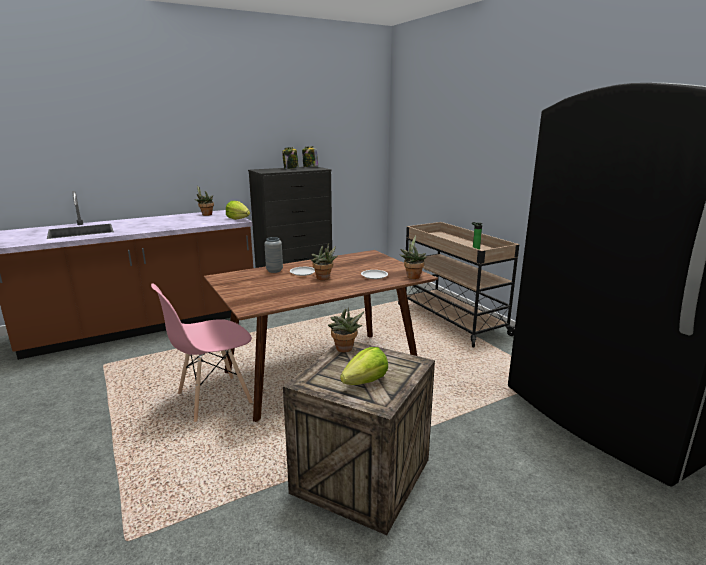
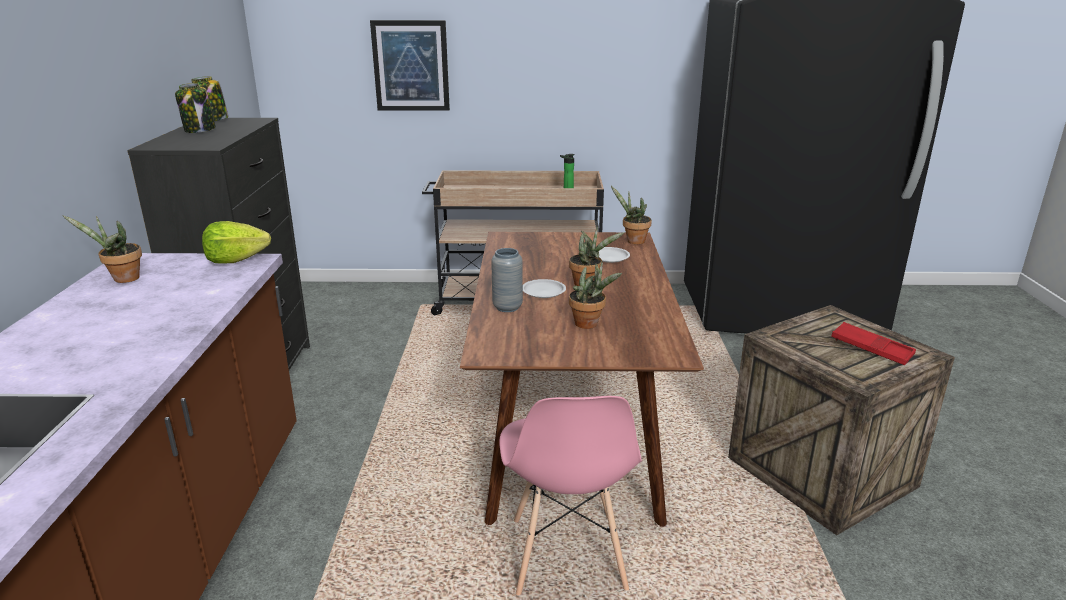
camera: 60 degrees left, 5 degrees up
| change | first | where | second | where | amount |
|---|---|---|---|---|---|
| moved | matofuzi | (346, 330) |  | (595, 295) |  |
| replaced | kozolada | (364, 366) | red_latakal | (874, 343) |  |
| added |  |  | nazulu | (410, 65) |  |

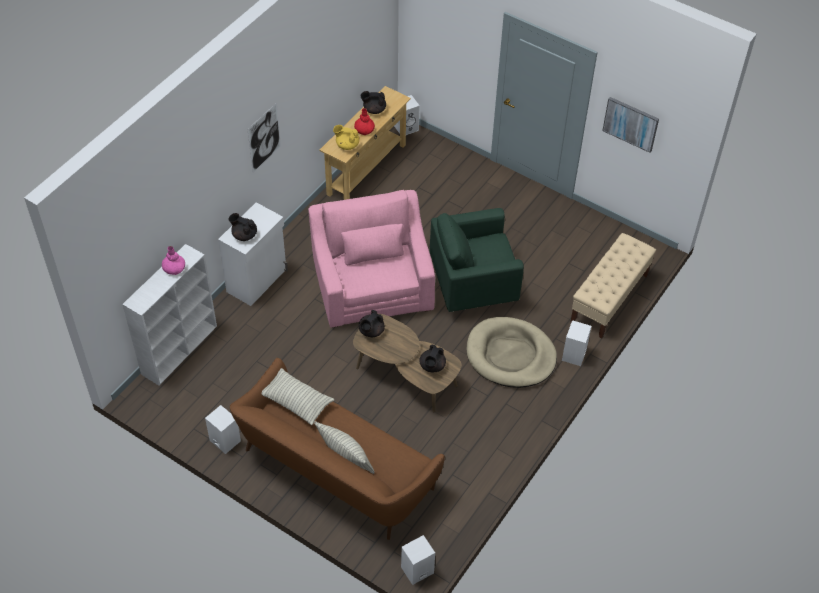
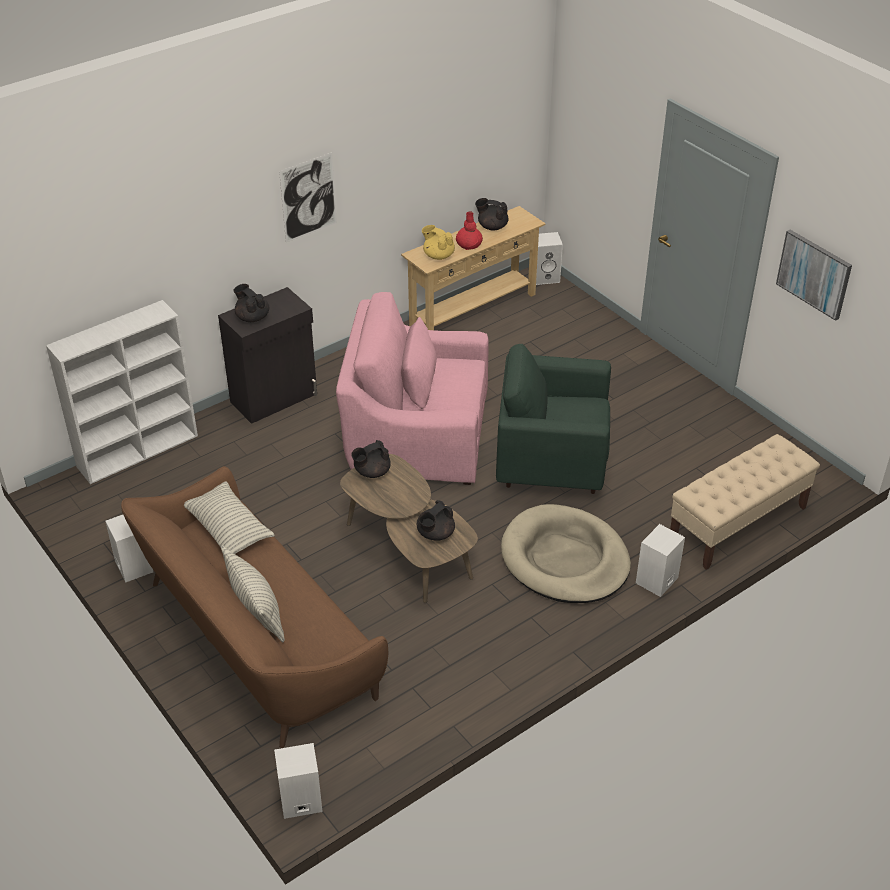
camera: 20 degrees right, 10 degrees down
| change | first | where | second | where | amount |
|---|---|---|---|---|---|
| removed | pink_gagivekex | (173, 260) |  |  |  |
| recoloured | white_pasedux | (253, 254) | black_pasedux | (267, 355) |  |
| turned | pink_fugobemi | (371, 258) |  | (412, 388) | 90 degrees counterclockwise |

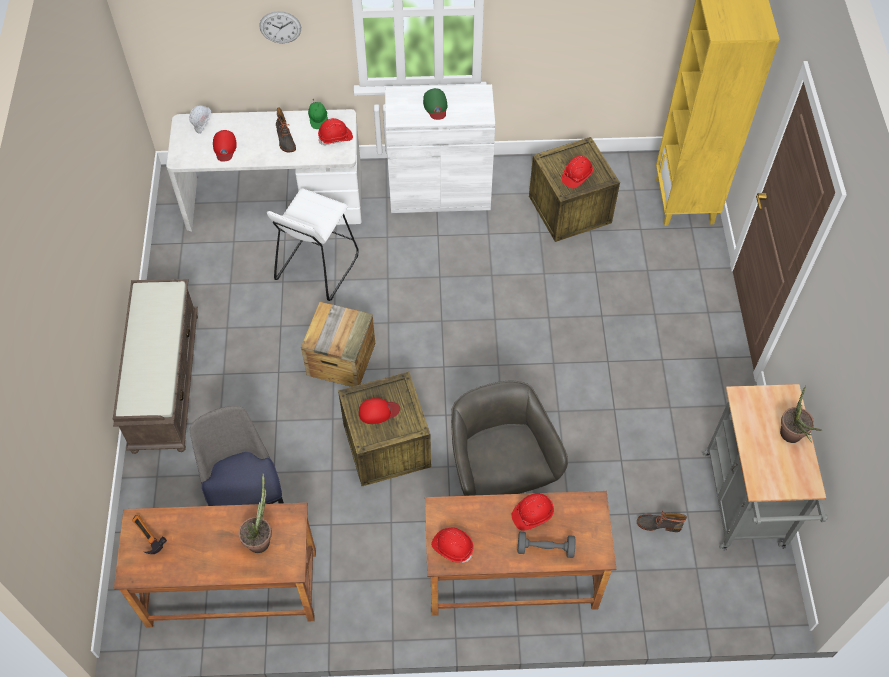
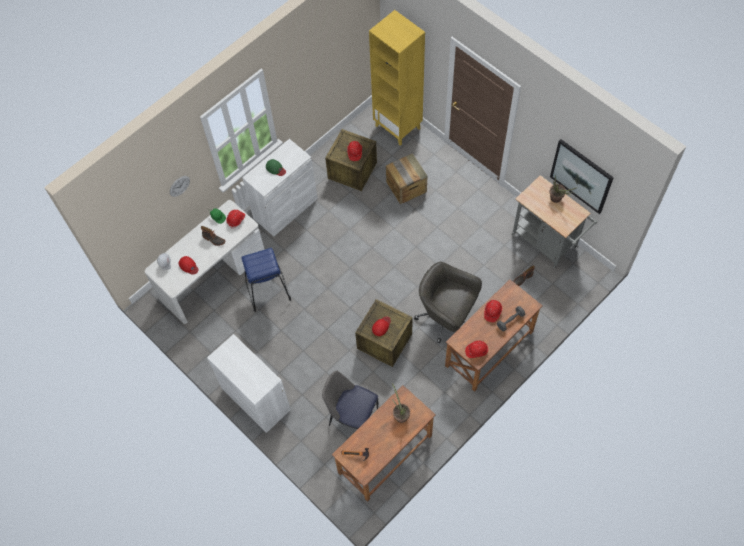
camera: 40 degrees left, 5 degrees up
| change | first | where | second | where | amount |
|---|---|---|---|---|---|
| replaced | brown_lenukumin | (155, 366) | white_pasedux | (249, 383) |  |
| recoloured | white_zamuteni | (313, 244) | blue_zamuteni | (266, 280) |  |
| moved | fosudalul | (338, 344) |  | (406, 178) |  |
| added |  |  | nazulu | (582, 176) |  |

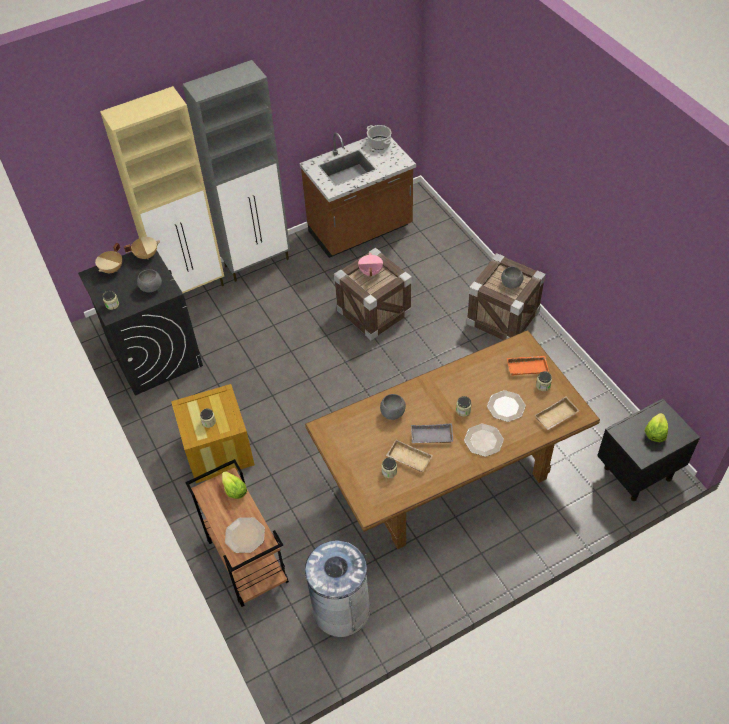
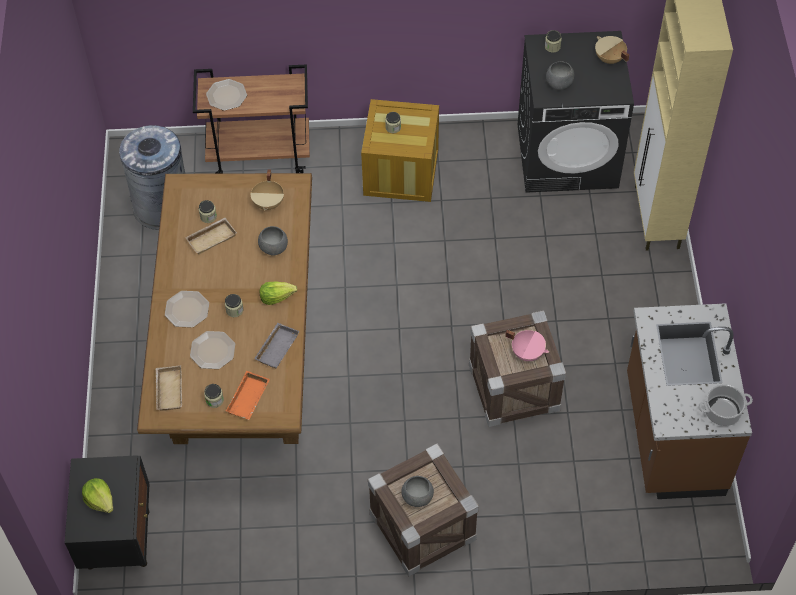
camera: 115 degrees right, 5 degrees up
| change | first | where | second | where | amount |
|---|---|---|---|---|---|
| moved | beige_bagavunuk | (142, 248) |  | (267, 190) |  |
| removed | grey_pasedux | (236, 171) |  |  |  |
| moved | kozolada | (234, 485) |  | (278, 293) |  |
| moved | grey_latakal | (432, 433) |  | (277, 345) |  |

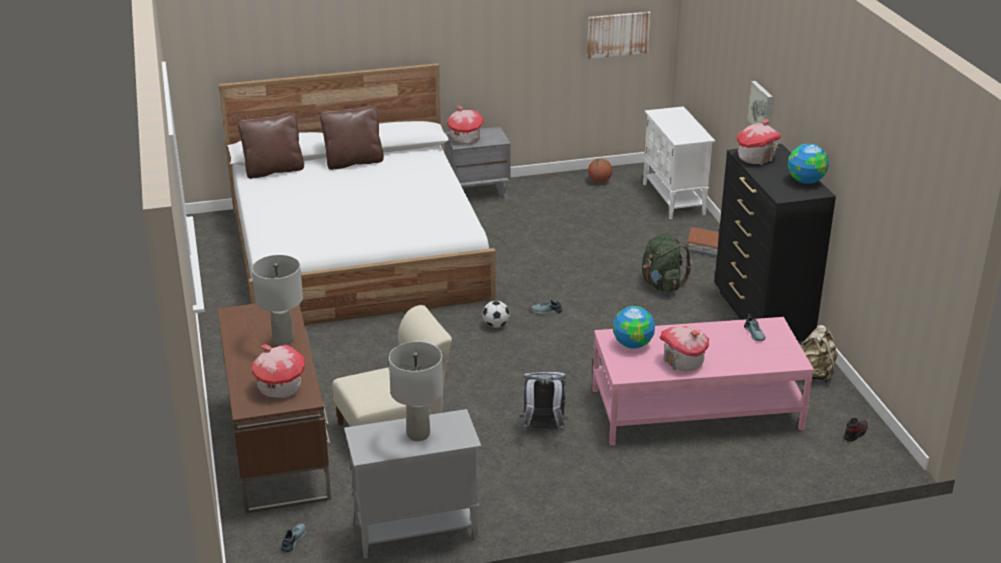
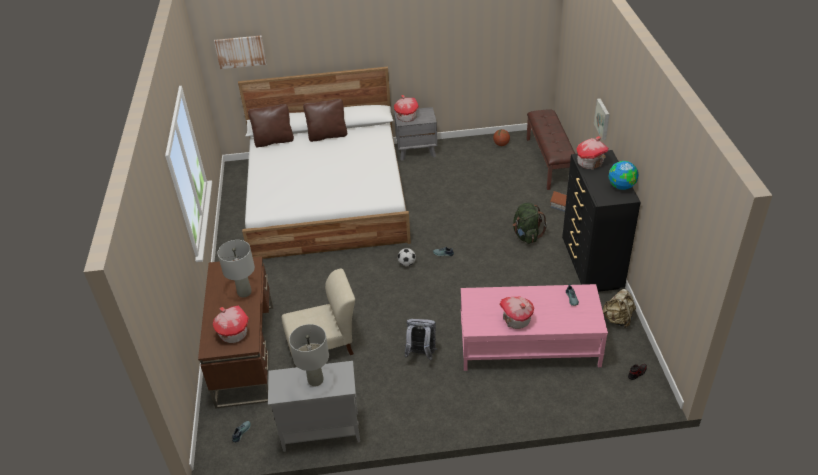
camera: 10 degrees right, 10 degrees up
| change | first | where | second | where | amount |
|---|---|---|---|---|---|
| moved | nazulu | (619, 35) |  | (240, 52) |  |
| removed | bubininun | (634, 327) |  |  |  |
| replaced | white_pasedux | (679, 162) | brown_lenukumin | (551, 149) |  |

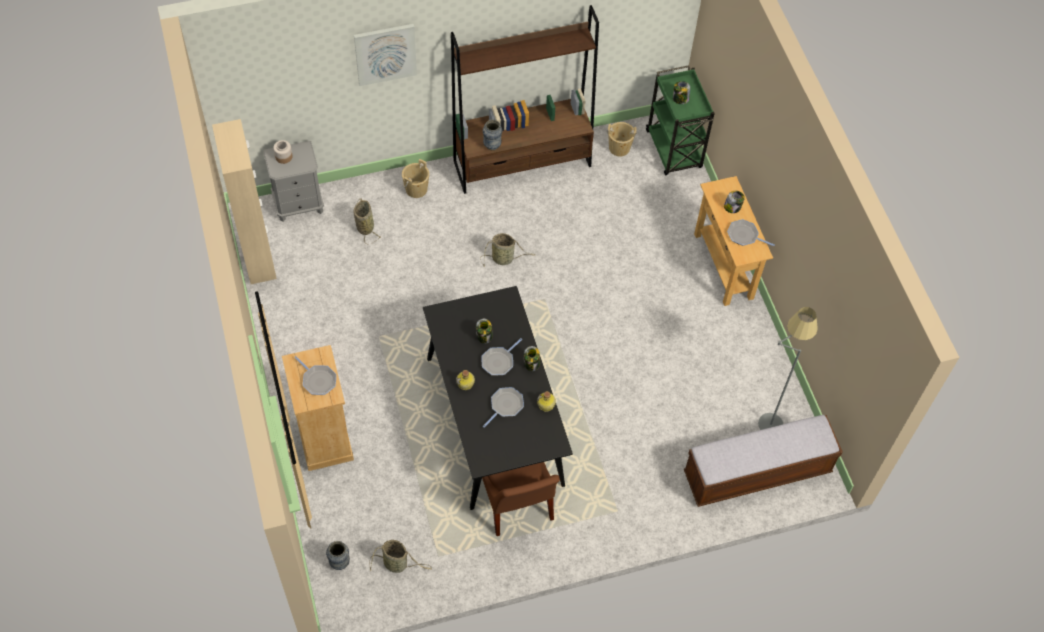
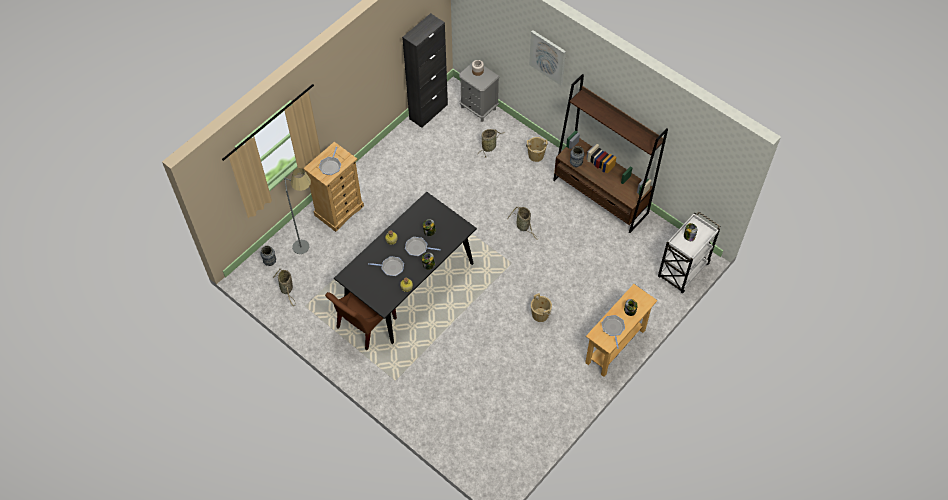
camera: 60 degrees right, 0 degrees up
| change | first | where | second | where | amount |
|---|---|---|---|---|---|
| recoloured | beige_pasedux | (244, 201) | black_pasedux | (425, 70) |  |
| moved | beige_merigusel | (622, 139) |  | (541, 307) |  |
| recoloured | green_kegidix | (680, 120) | white_kegidix | (689, 253) |  |
| removed | lenukumin | (763, 461) |  |  |  |
| moved | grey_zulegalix | (788, 368) |  | (297, 211) |  |

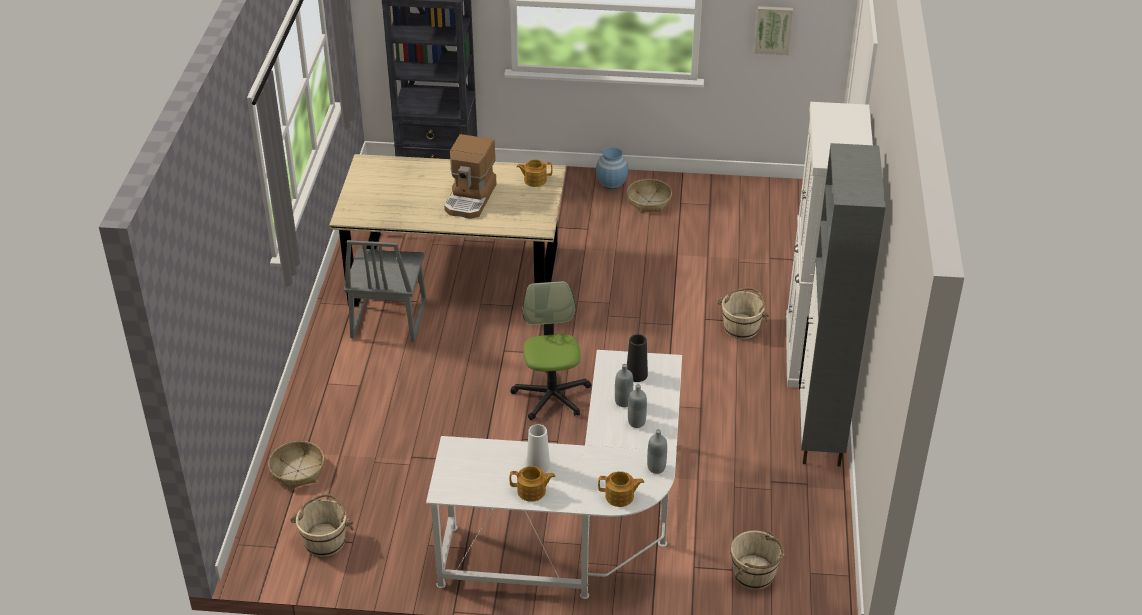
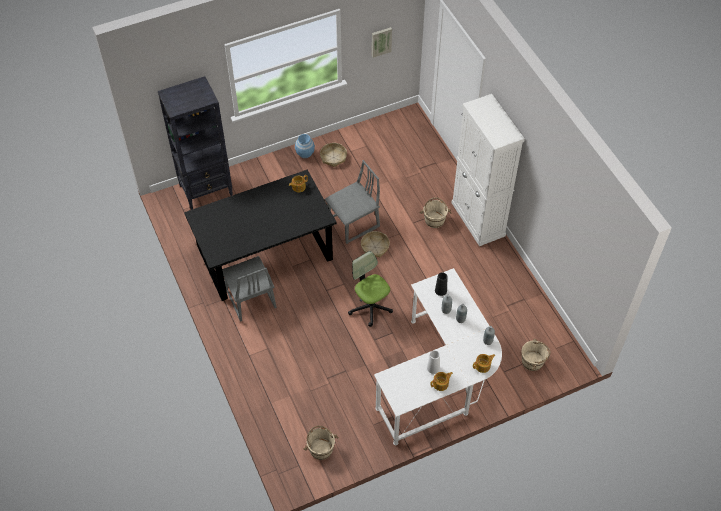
camera: 30 degrees left, 15 degrees up
| change | first | where | second | where | amount |
|---|---|---|---|---|---|
| moved | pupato | (296, 465) |  | (375, 244) |  |
| recoloured | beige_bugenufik | (447, 230) | black_bugenufik | (260, 235) |  |
| removed | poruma | (470, 176) |  |  |  |
| removed | grey_pasedux | (842, 305) |  |  |  |
| added |  |  | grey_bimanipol | (352, 202) |  |

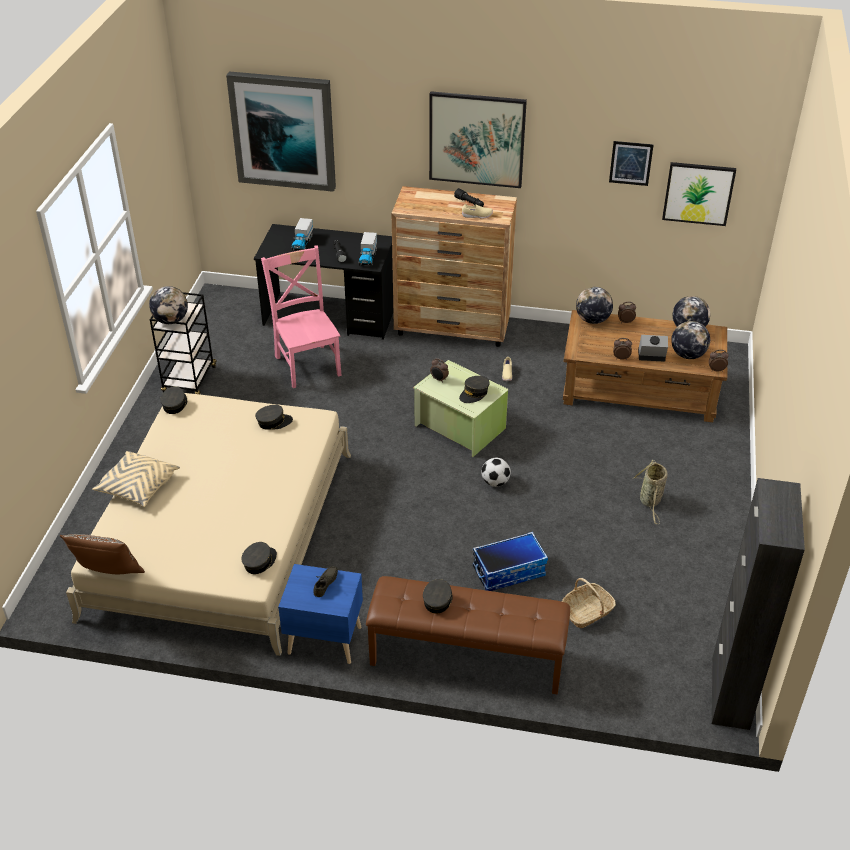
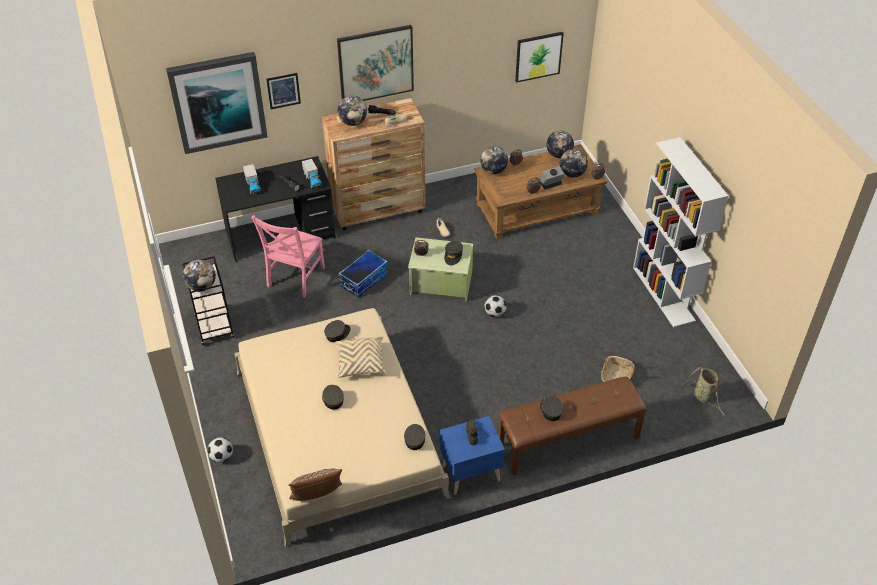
camera: 30 degrees left, 5 degrees up
| change | first | where | second | where | amount |
|---|---|---|---|---|---|
| moved | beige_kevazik | (136, 479) |  | (360, 357) |  |
| moved | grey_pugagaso | (173, 400) |  | (333, 397) |  |
| turned | pink_bimanipol | (301, 316) |  | (288, 256) | 105 degrees counterclockwise |
| moved | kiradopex | (510, 561) |  | (363, 274) |  |
| moved | nazulu | (631, 163) |  | (283, 91) |  |
| moved | pupato | (650, 492) |  | (703, 391) |  |
| removed | black_pasedux | (758, 604) |  |  |  |
| added |  |  | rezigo | (220, 450) |  |
| added |  |  | bubininun | (352, 111) |  |
| added |  |  | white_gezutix | (680, 232) |  |

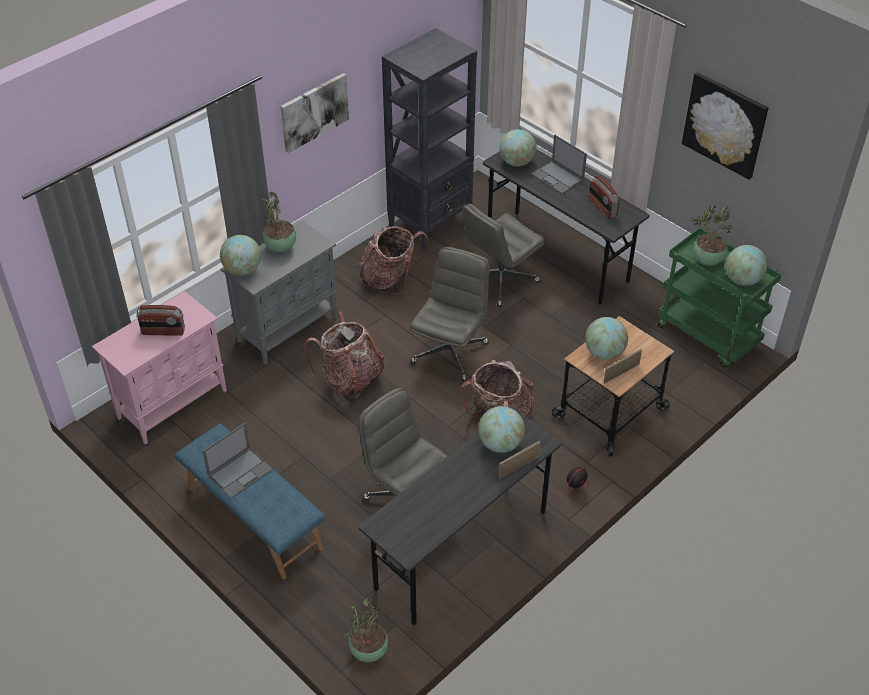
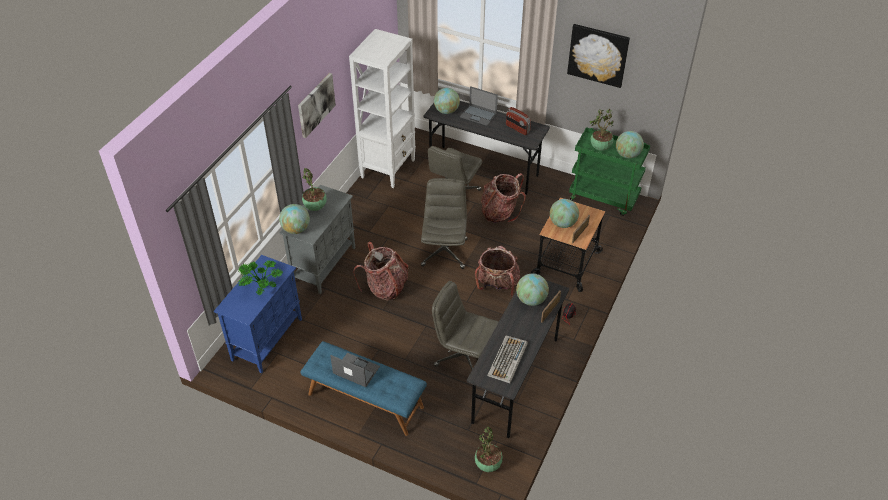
camera: 20 degrees left, 0 degrees up
| change | first | where | second | where | amount |
|---|---|---|---|---|---|
| recoloured | pink_pasedux | (159, 368) | blue_pasedux | (258, 314) |  |
| replaced | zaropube | (160, 320) | matofuzi | (260, 277) |  |
| turned | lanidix | (238, 461) |  | (355, 370) | 90 degrees counterclockwise |
| moved | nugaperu | (393, 260) |  | (503, 198) |  |
| recoloured | black_gezutix | (429, 140) | white_gezutix | (382, 108) |  |
| added |  |  | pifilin | (507, 359) |  |

